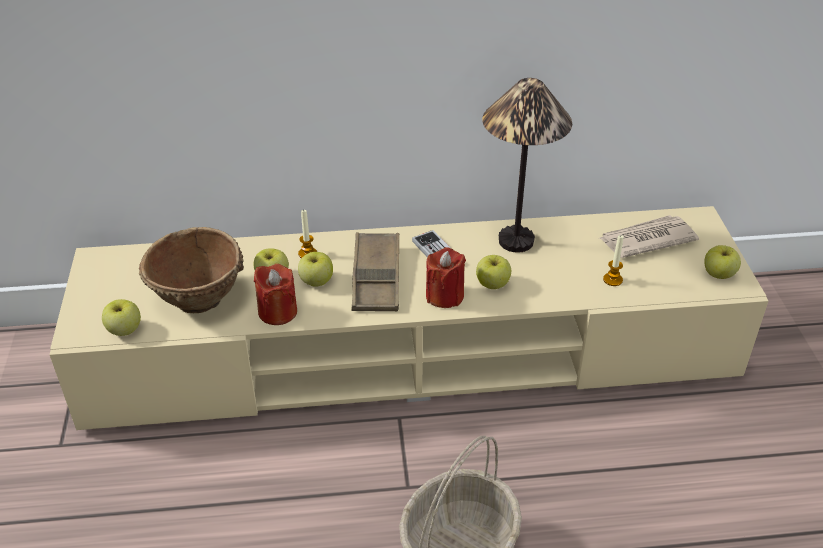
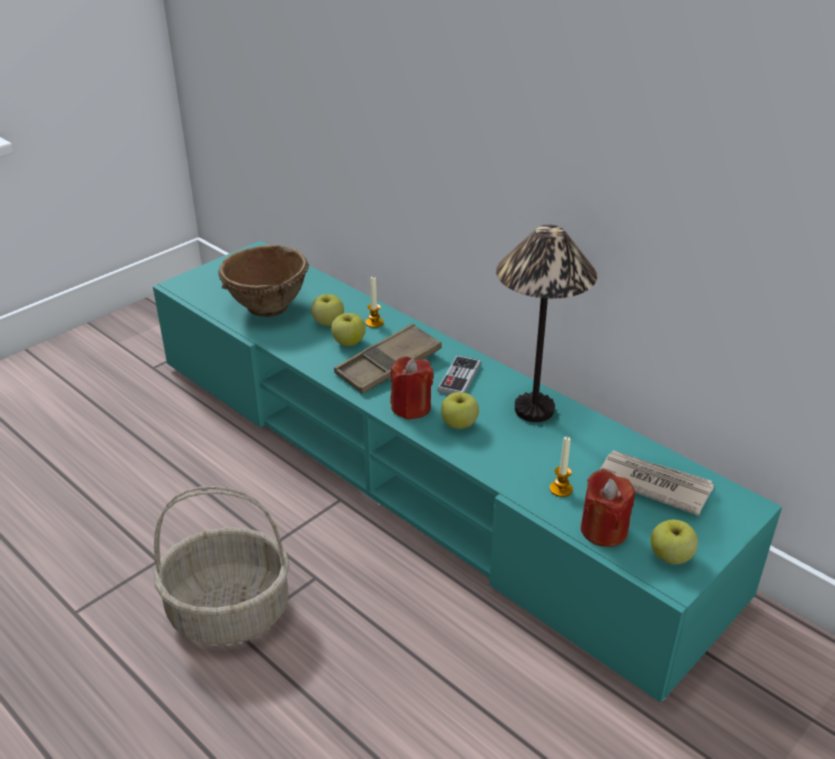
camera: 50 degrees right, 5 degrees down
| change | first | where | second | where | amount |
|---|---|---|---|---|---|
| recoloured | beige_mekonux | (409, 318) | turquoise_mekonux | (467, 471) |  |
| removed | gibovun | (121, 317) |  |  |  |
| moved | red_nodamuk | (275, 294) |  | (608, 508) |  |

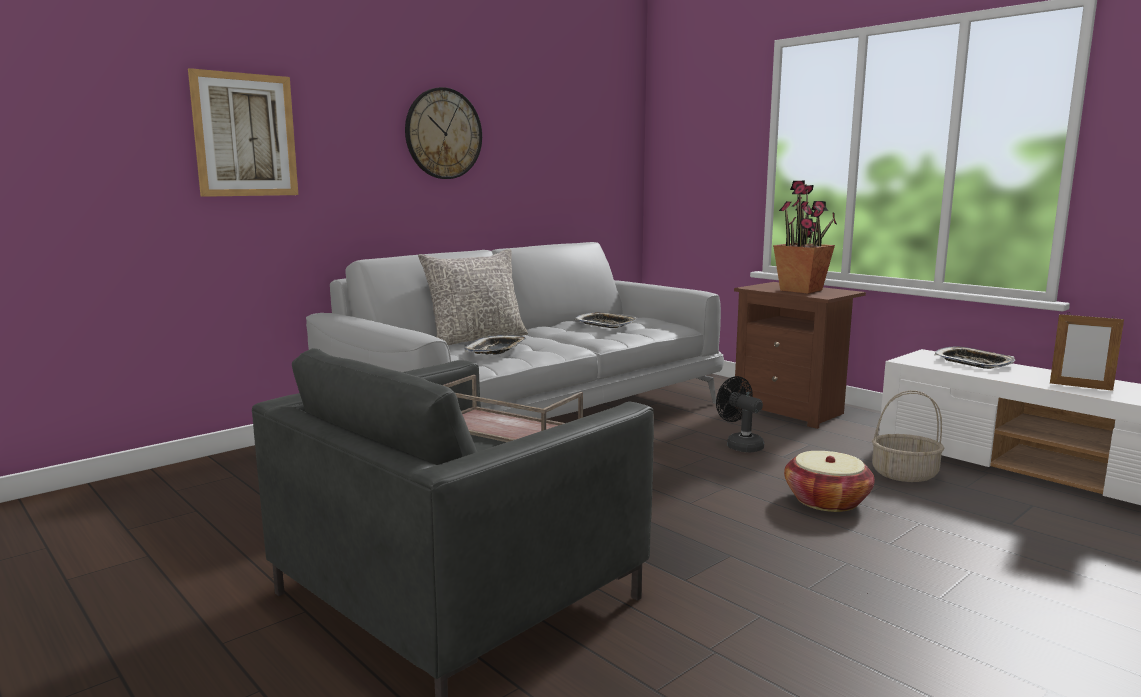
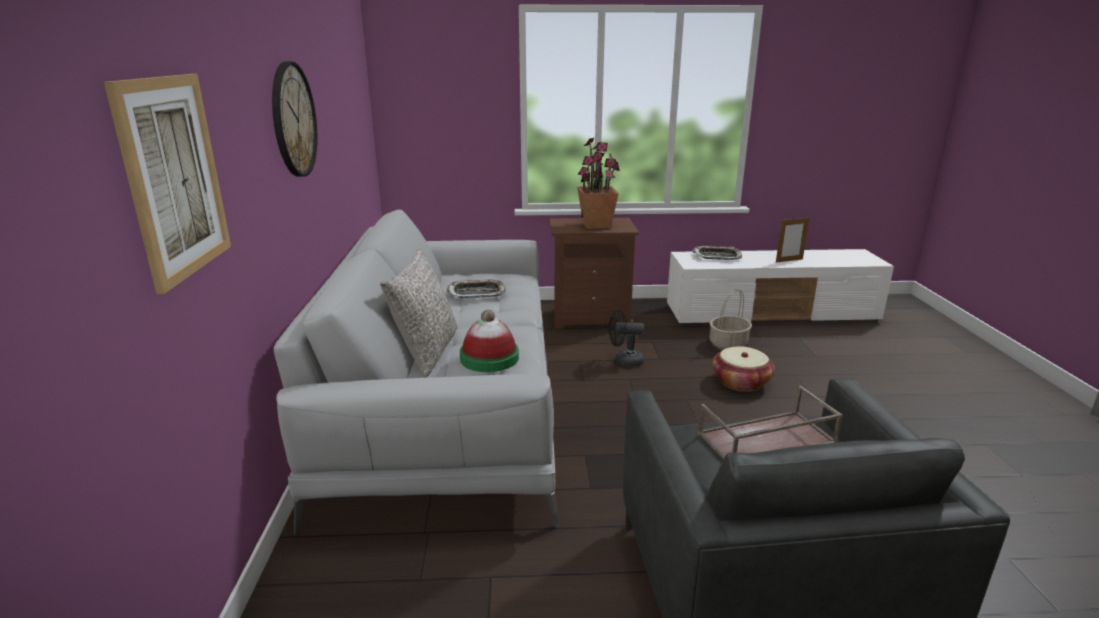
camera: 50 degrees left, 10 degrees up
| change | first | where | second | where | amount |
|---|---|---|---|---|---|
| replaced | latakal | (495, 345) | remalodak | (489, 341) |  |

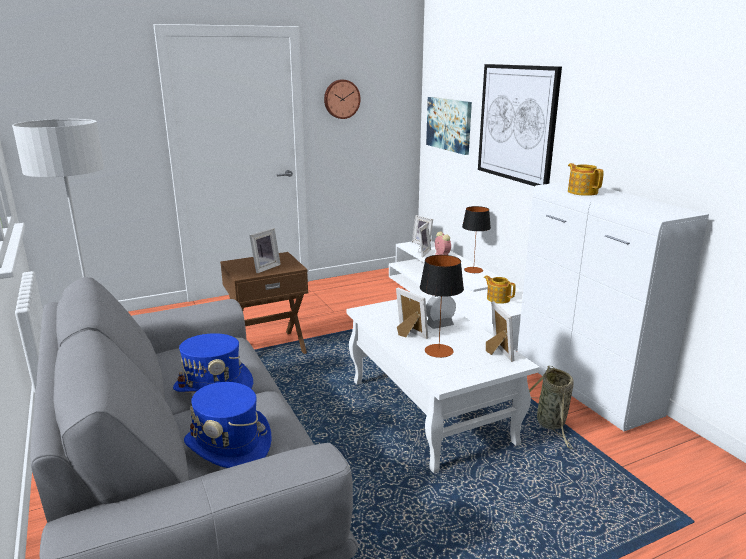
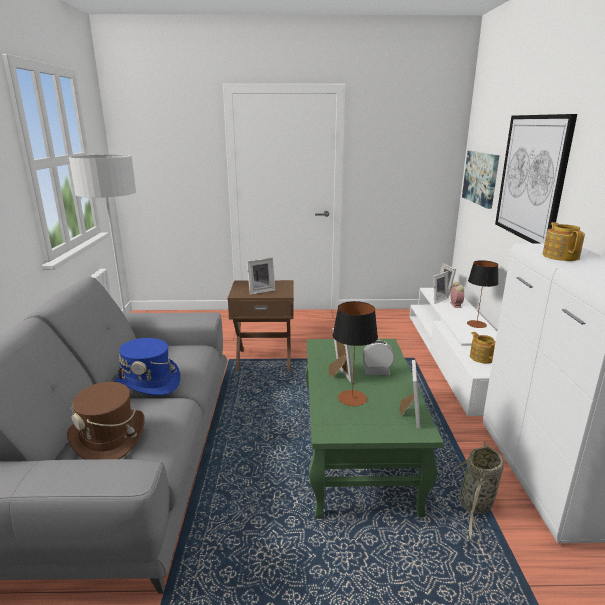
camera: 25 degrees right, 0 degrees up
| change | first | where | second | where | amount |
|---|---|---|---|---|---|
| recoloured | blue_remalodak | (228, 425) | brown_remalodak | (106, 421) |  |
| removed | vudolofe | (342, 99) |  |  |  |
| recoloured | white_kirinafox | (443, 383) | green_kirinafox | (374, 428) |  |

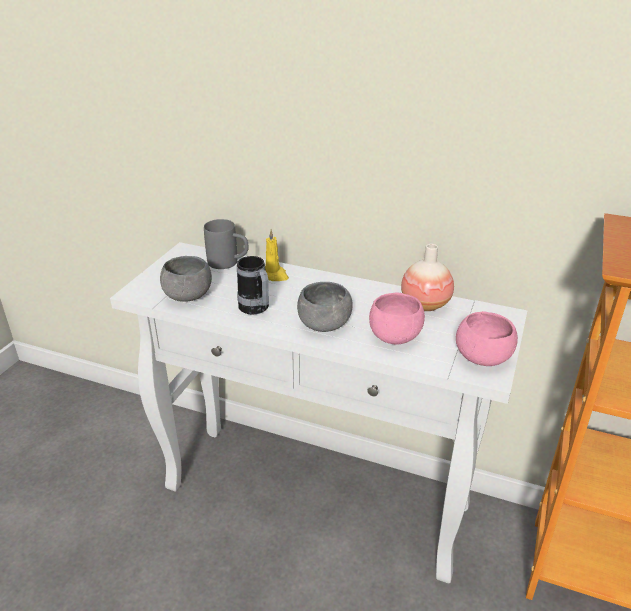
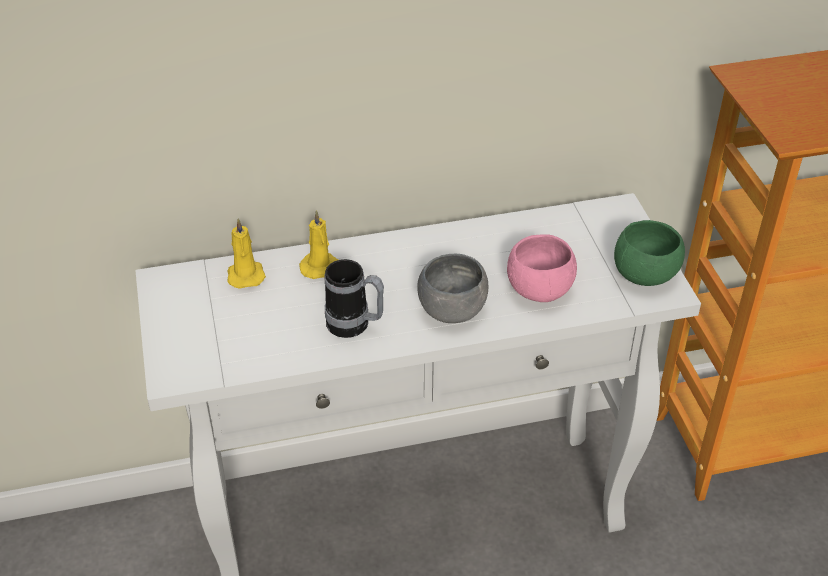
camera: 35 degrees left, 10 degrees up
| change | first | where | second | where | amount |
|---|---|---|---|---|---|
| removed | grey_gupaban | (186, 279) |  |  |  |
| replaced | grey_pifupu | (226, 244) | yellow_nodamuk | (246, 253) |  |
| removed | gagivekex | (427, 277) |  |  |  |
| recoloured | pink_gupaban | (487, 338) | green_gupaban | (649, 253) |  |

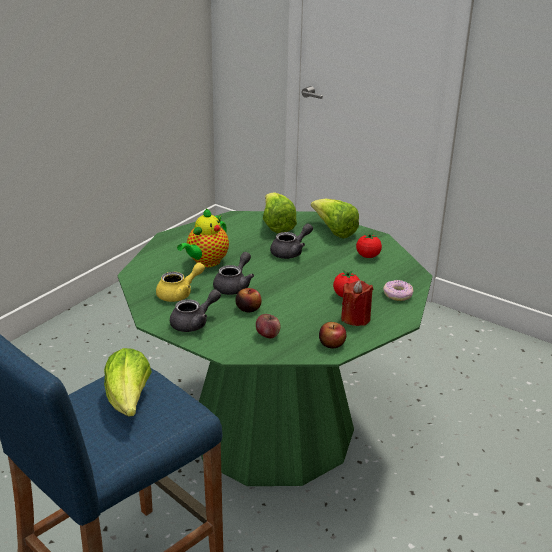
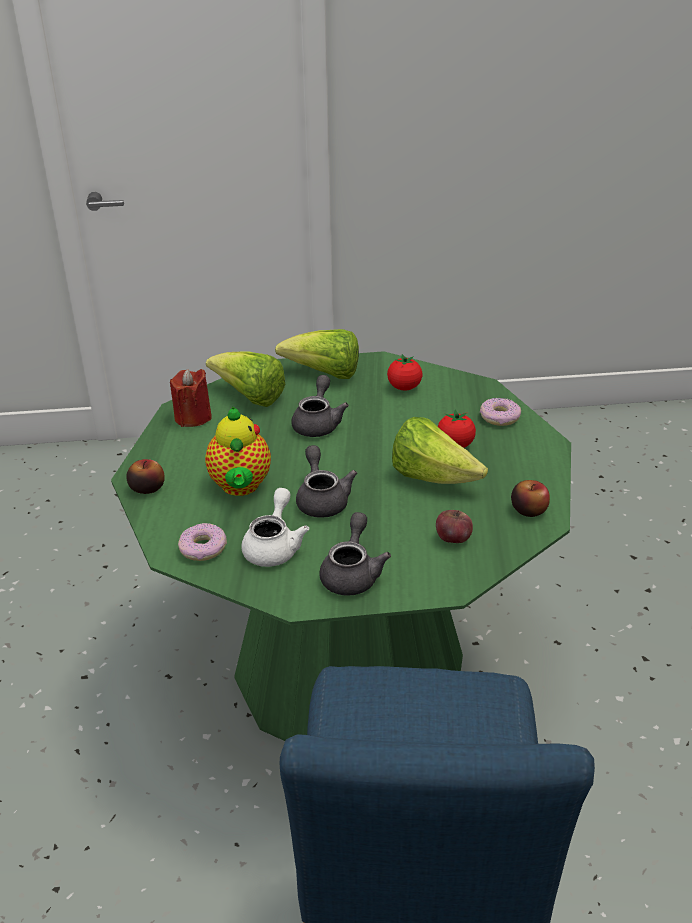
camera: 40 degrees left, 5 degrees up
| change | first | where | second | where | amount |
|---|---|---|---|---|---|
| moved | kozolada | (128, 382) |  | (440, 450) |  |
| recoloured | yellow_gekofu | (180, 282) | white_gekofu | (275, 527) |  |
| moved | gibovun | (248, 300) |  | (145, 476) |  |
| moved | red_nodamuk | (357, 303) |  | (191, 398) |  |
| added |  |  | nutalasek | (202, 542) |  |

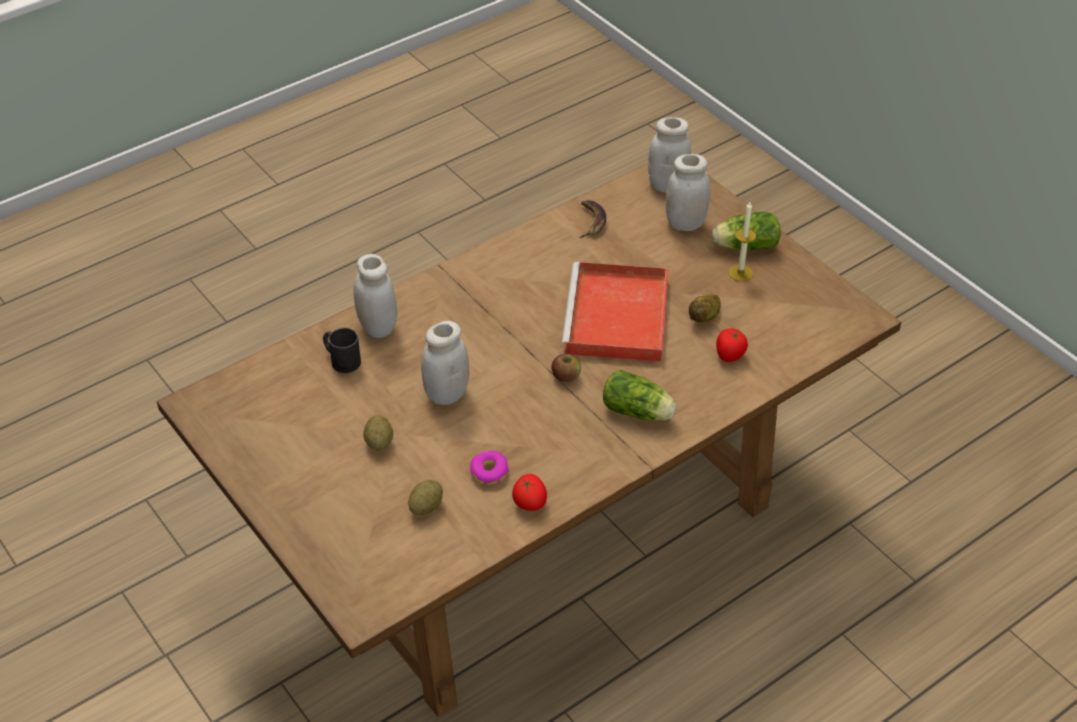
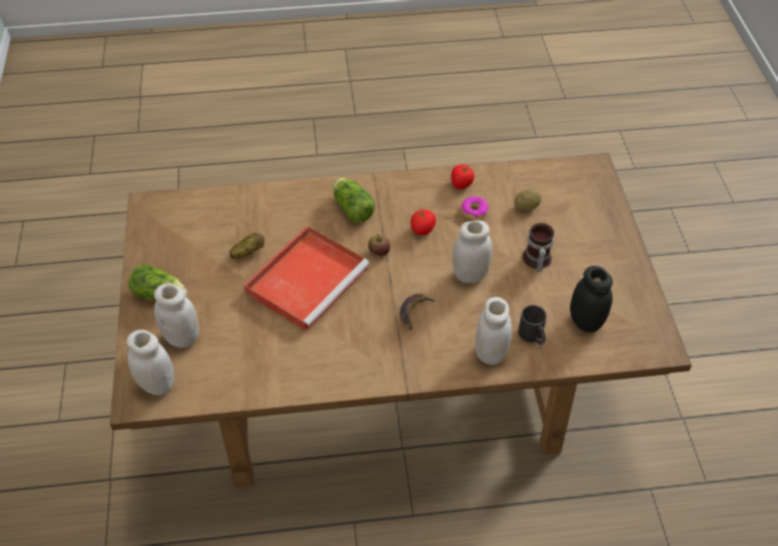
camera: 150 degrees left, 5 degrees up
| change | first | where | second | where | amount |
|---|---|---|---|---|---|
| replaced | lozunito | (378, 433) | pifupu | (538, 247) |  |
| moved | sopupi | (592, 219) |  | (418, 311) |  |
| moved | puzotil | (732, 345) |  | (423, 222) |  |
| removed | nodamuk | (742, 241) |  |  |  |
| added |  |  | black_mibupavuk | (591, 299) |  |

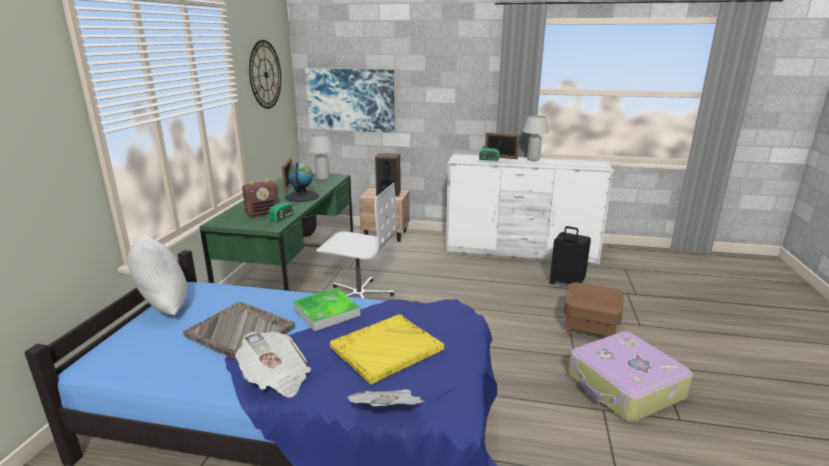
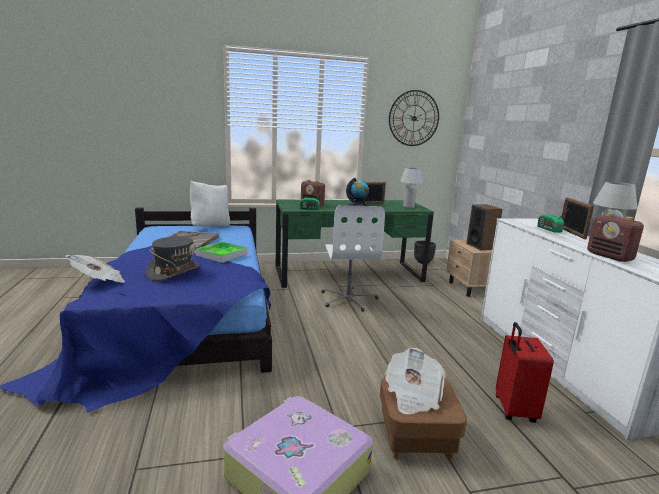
camera: 65 degrees right, 5 degrees down
| change | first | where | second | where | amount |
|---|---|---|---|---|---|
| moved | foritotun | (273, 365) |  | (415, 381) |  |
| removed | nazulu | (350, 100) |  |  |  |
| replaced | yellow_latakal | (387, 349) | grey_remalodak | (173, 258) |  |
| recoloured | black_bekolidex | (570, 255) | red_bekolidex | (525, 372) |  |
| added |  |  | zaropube | (615, 237) |  |

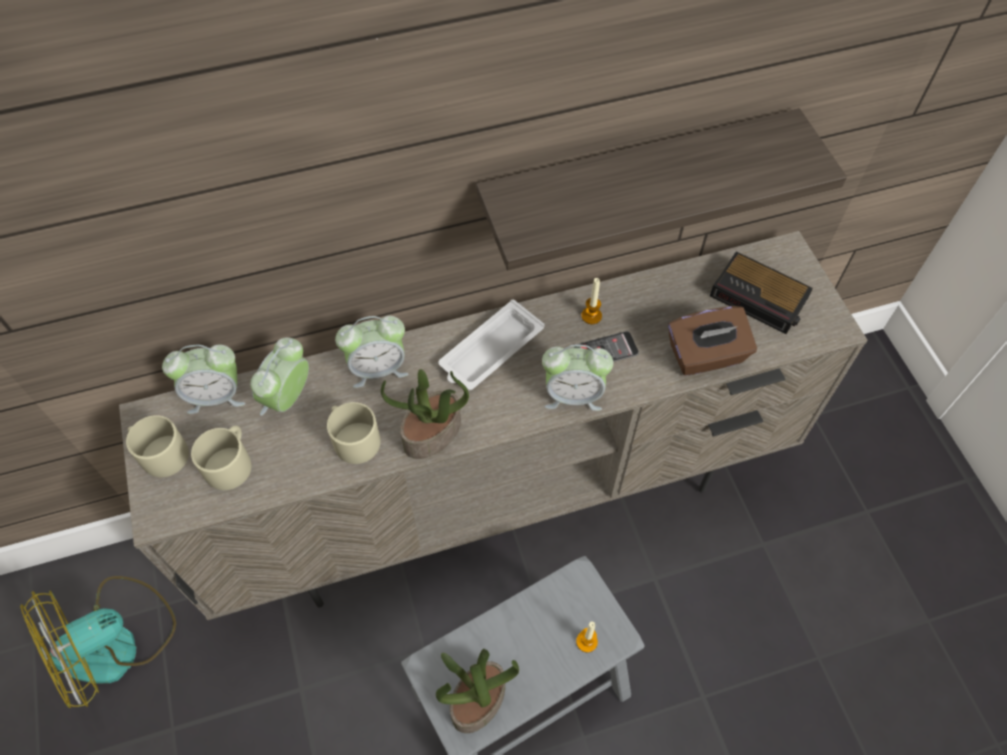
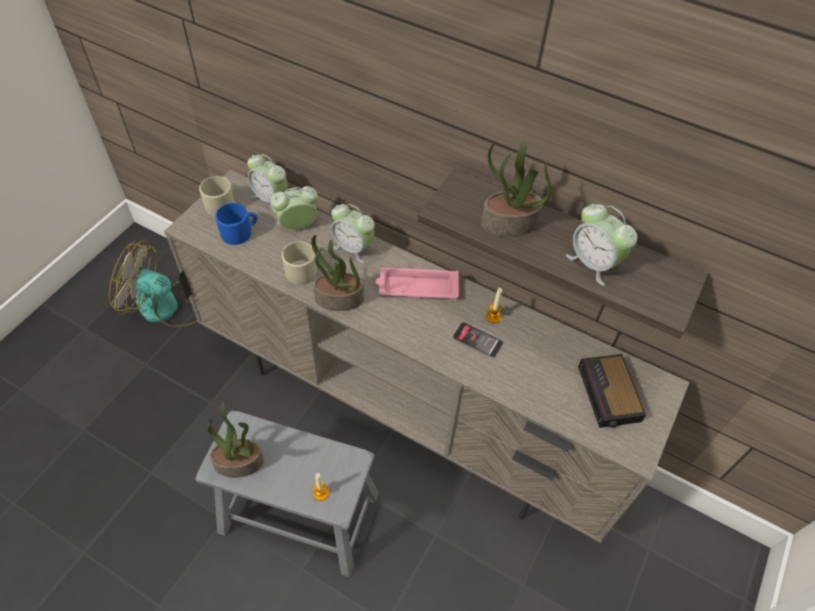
camera: 45 degrees right, 5 degrees down
| change | first | where | second | where | amount |
|---|---|---|---|---|---|
| recoloured | beige_pifupu | (221, 457) | blue_pifupu | (236, 224) |  |
| recoloured | white_latakal | (491, 345) | pink_latakal | (417, 283) |  |
| moved | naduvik | (577, 377) |  | (601, 245) |  |
| removed | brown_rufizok | (712, 341) |  |  |  |
| added |  |  | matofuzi | (516, 189) |  |

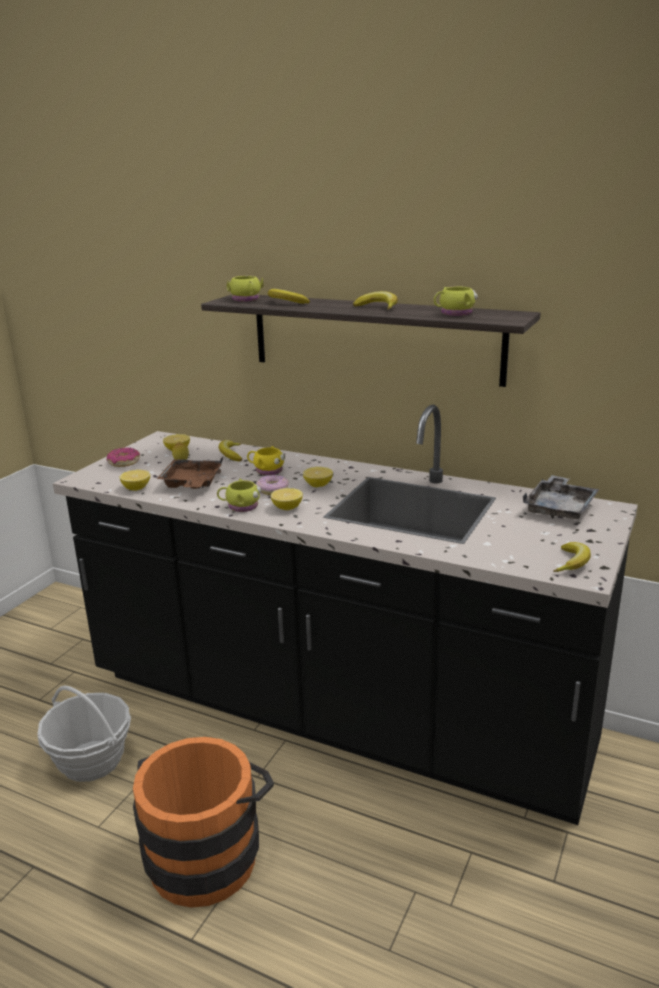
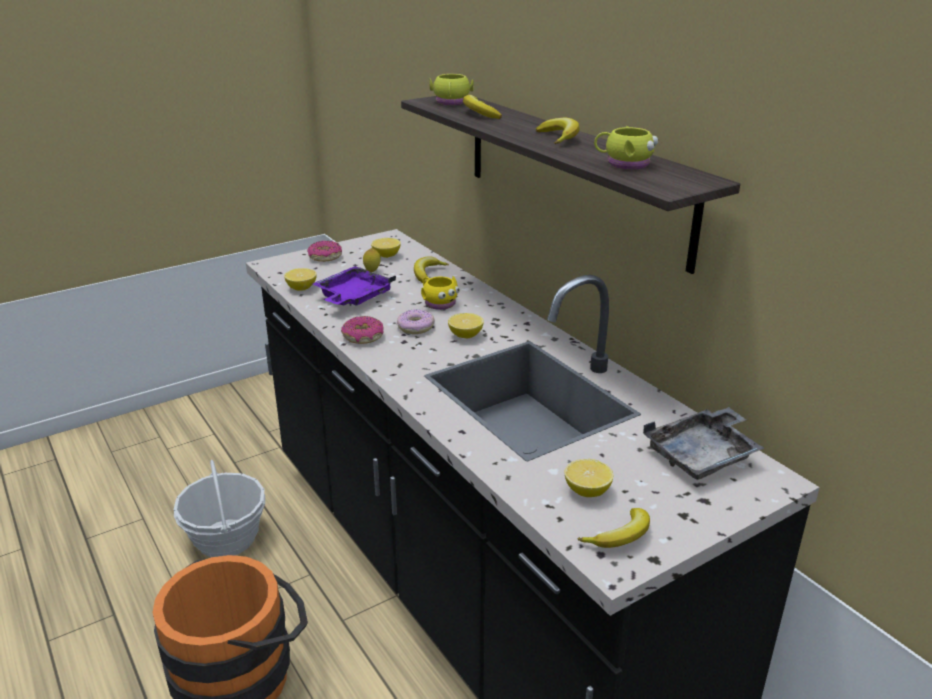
camera: 30 degrees right, 5 degrees up
| change | first | where | second | where | amount |
|---|---|---|---|---|---|
| recoloured | brown_latakal | (190, 473) | purple_latakal | (354, 286) |  |
| replaced | yellow_pifupu | (239, 495) | nutalasek | (362, 330) |  |
| moved | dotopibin | (287, 499) |  | (588, 478) |  |

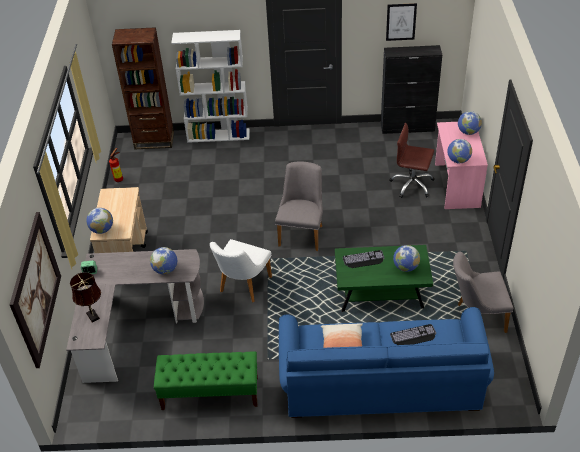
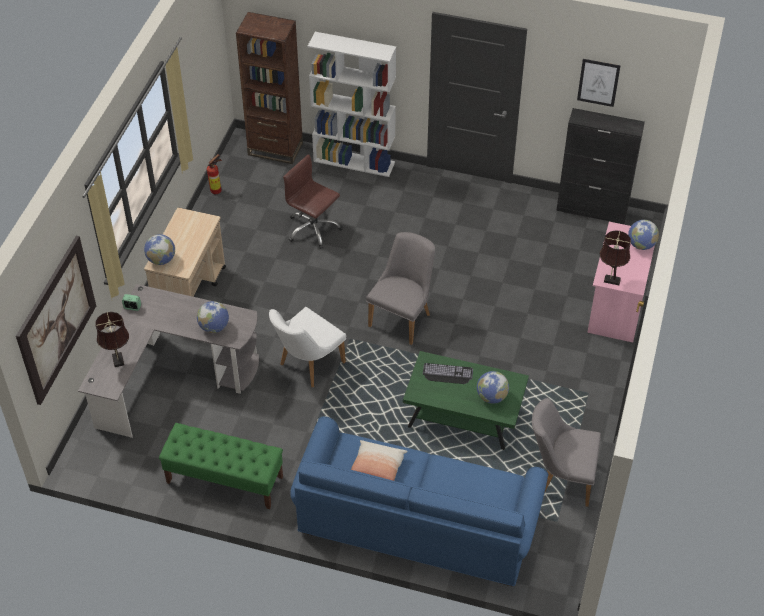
camera: 15 degrees right, 5 degrees up
| change | first | where | second | where | amount |
|---|---|---|---|---|---|
| moved | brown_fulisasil | (412, 160) |  | (313, 201) |  |
| removed | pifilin | (413, 334) |  |  |  |
| replaced | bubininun | (459, 151) | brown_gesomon | (615, 258) |  |

